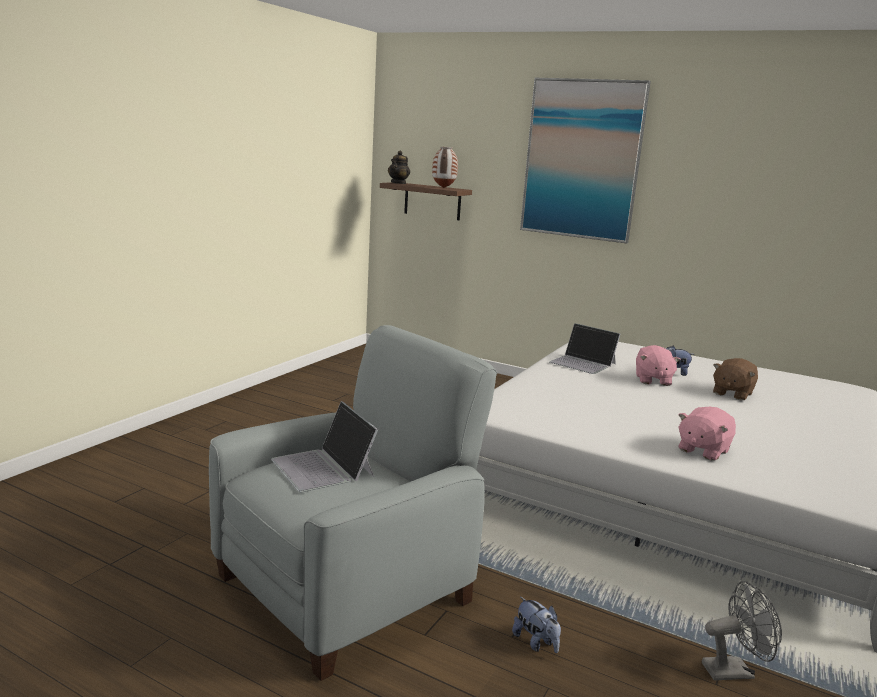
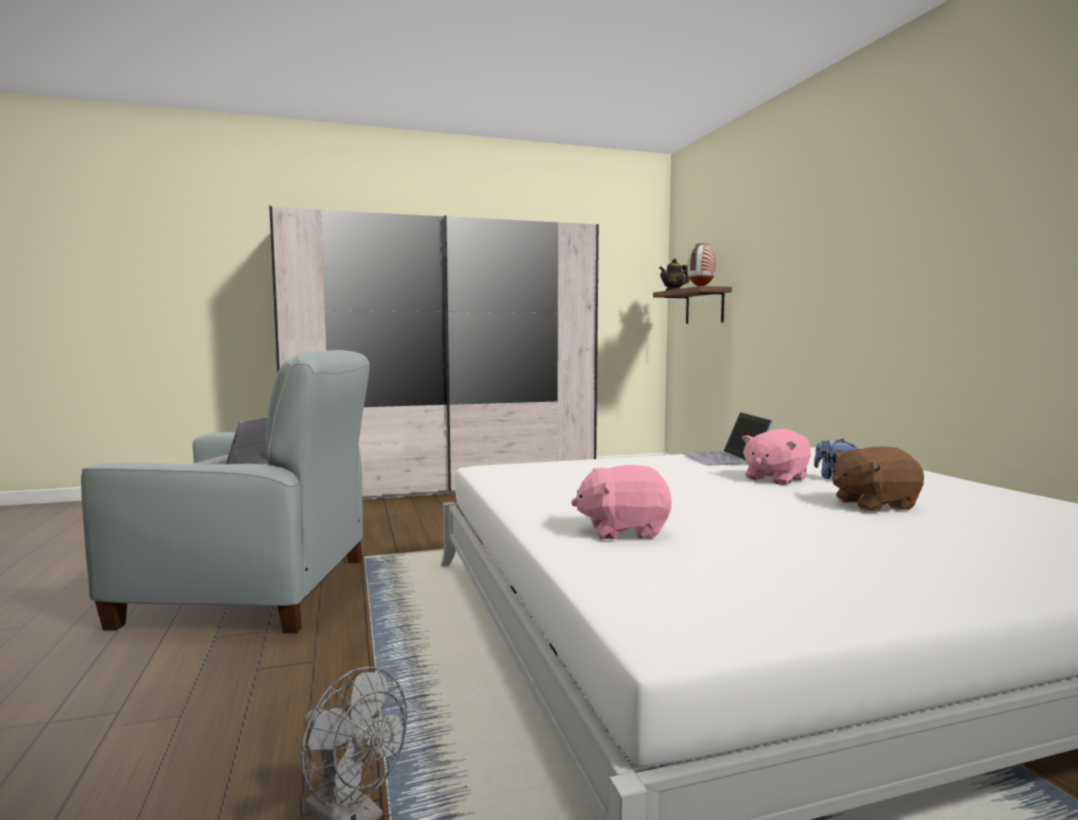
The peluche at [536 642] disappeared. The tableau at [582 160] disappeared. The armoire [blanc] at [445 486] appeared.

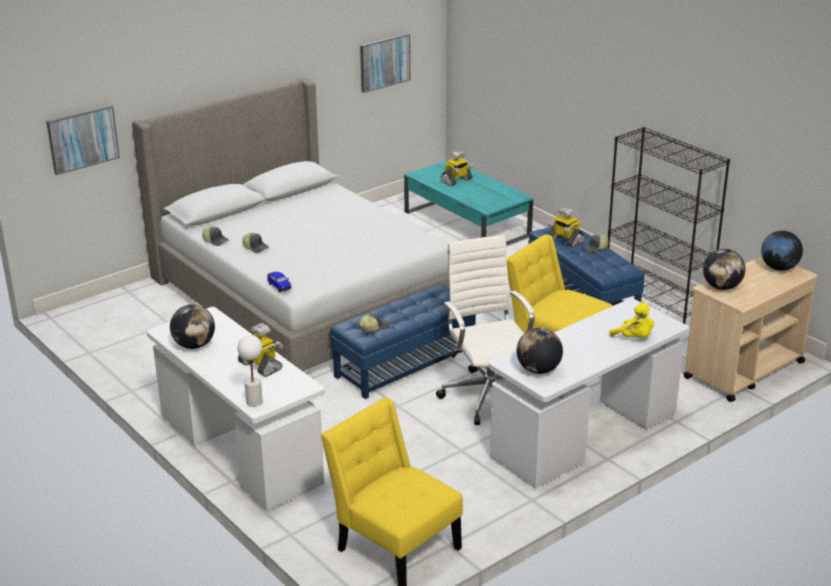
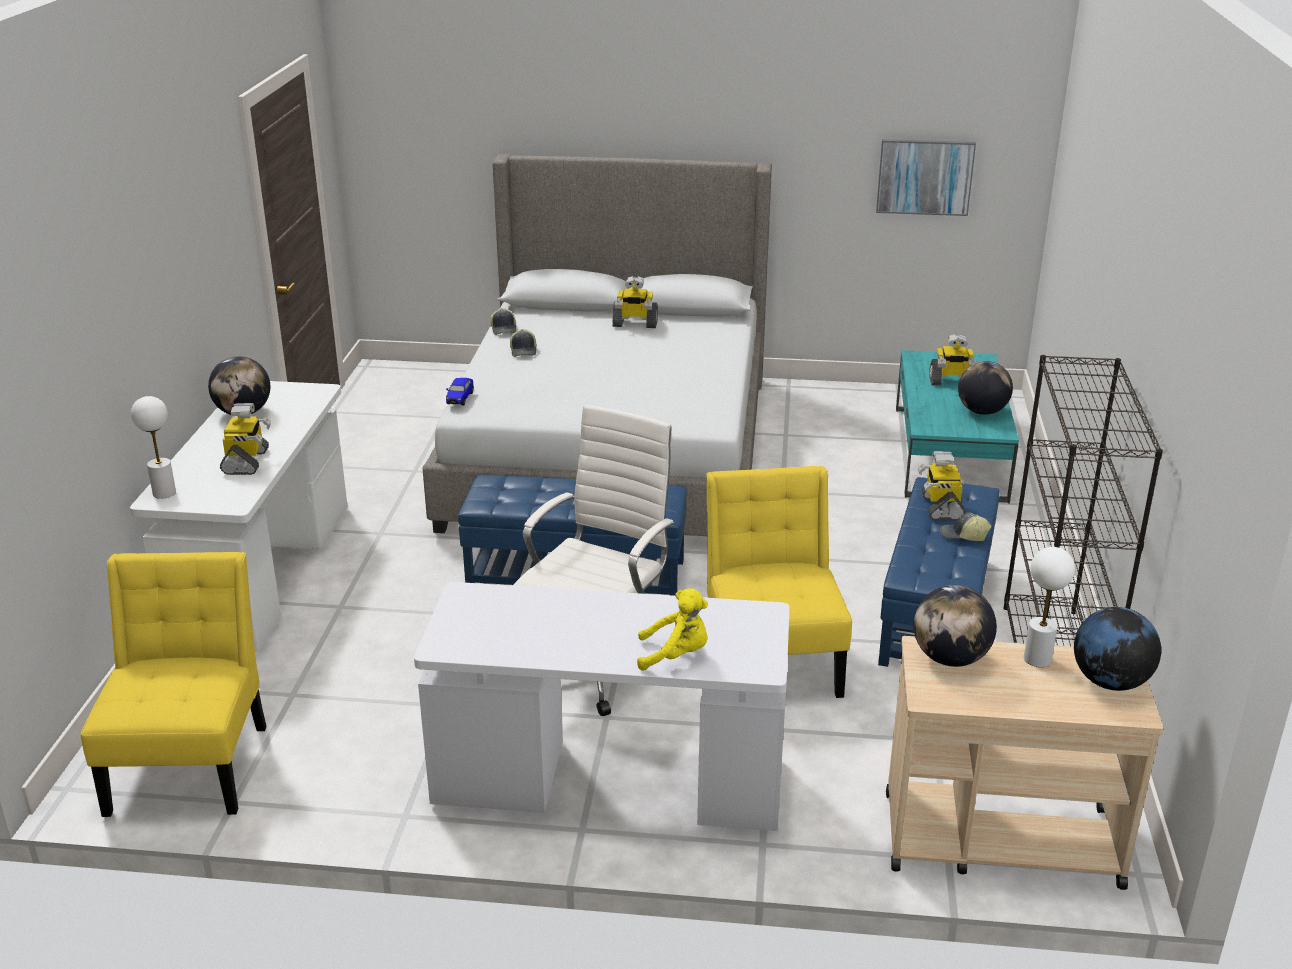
The tableau at [82 139] disappeared. The casquette at [373 327] disappeared. The robot jouet at [634 324] appeared. The lampe de table [blanc] at [1037 659] appeared. The globe moved from [538 370] to [982 411]. The peluche [jaune] at [634 338] turned 90 degrees counterclockwise.

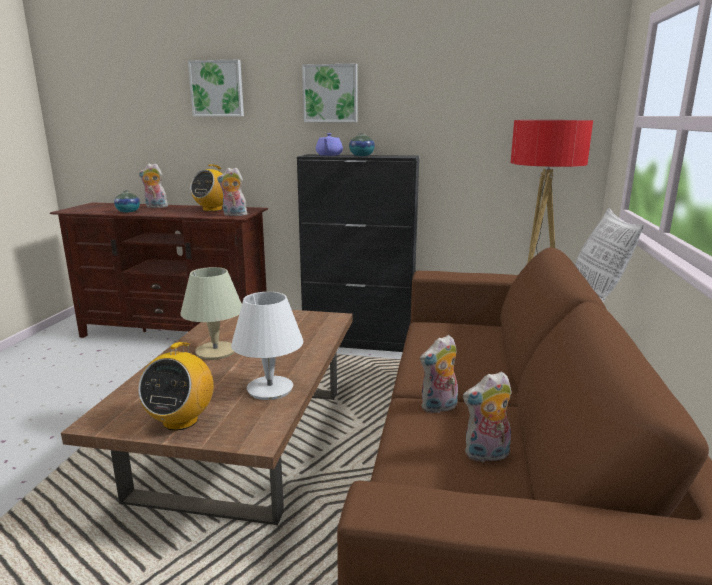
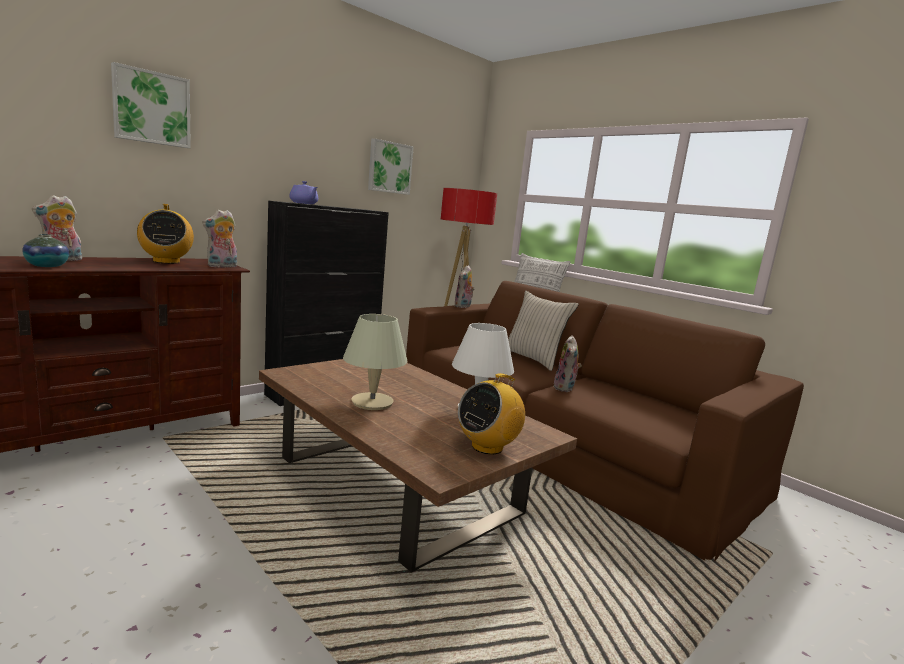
The vase at [361 155] disappeared. The coussin [beige] at [533 359] appeared. The tableau moved from [330 93] to [389 167]. The peluche moved from [486 455] to [463 306]. The radio at [180 420] turned 90 degrees clockwise.

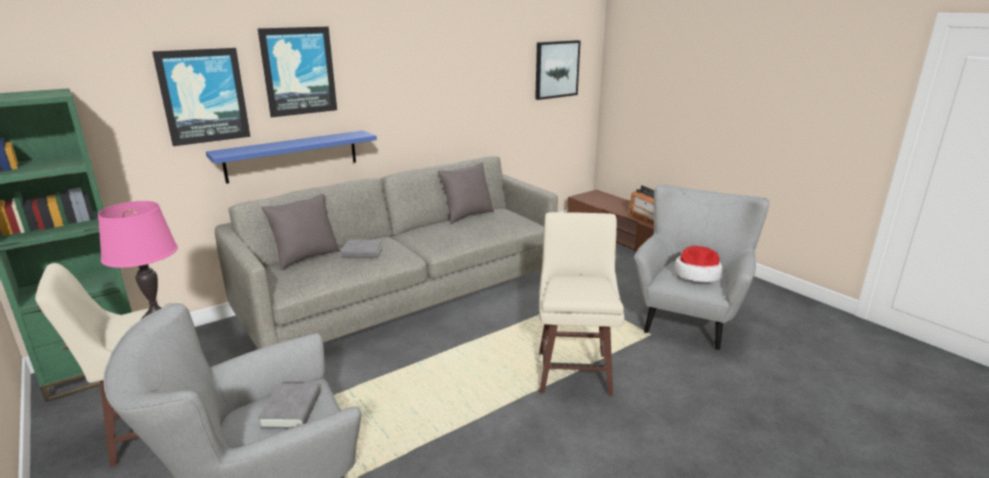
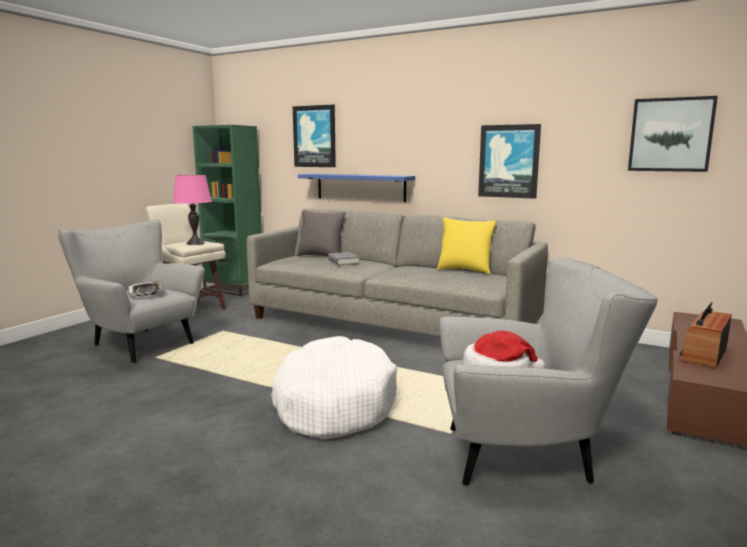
The tableau moved from [298 71] to [509 161]. The livre [gris] at [291 410] was replaced by the plateau at [146 292]. The tabouret [beige] at [574 371] was replaced by the panier pour chien [blanc] at [333 403]. The coussin [gris] at [467 216] became the coussin [jaune] at [465 270].

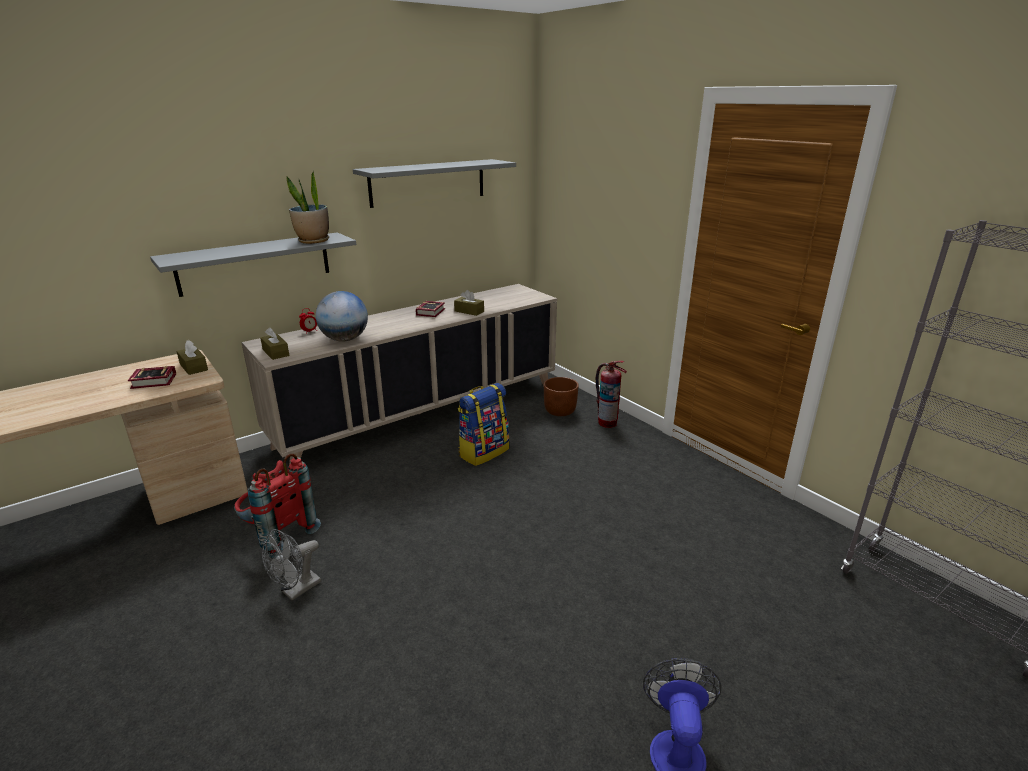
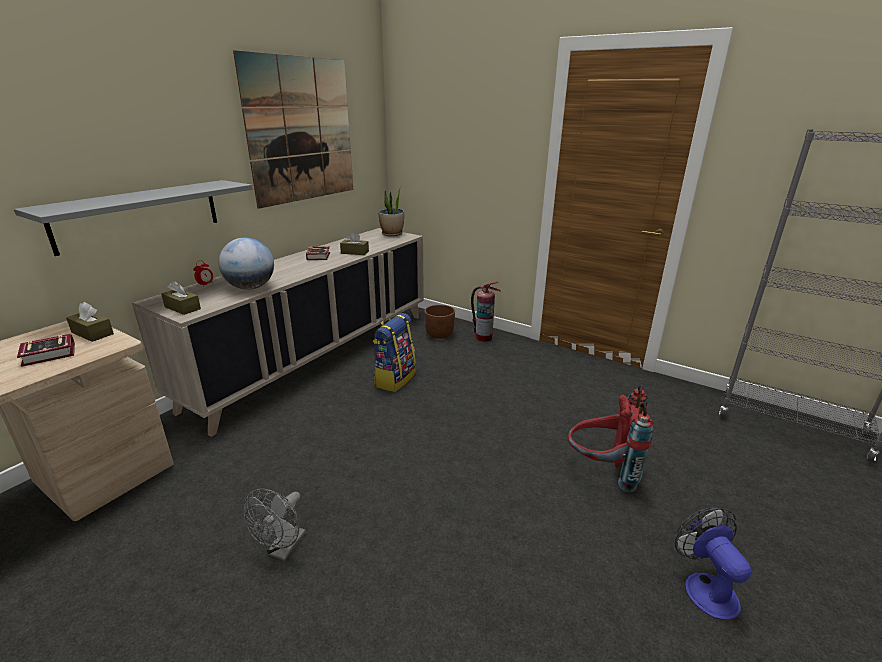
The sac à dos [rouge] moved from [277 535] to [602 471]. The plante en pot moved from [313 241] to [392 234]. The étagère [gris] at [428 182] was replaced by the tableau at [301 131].

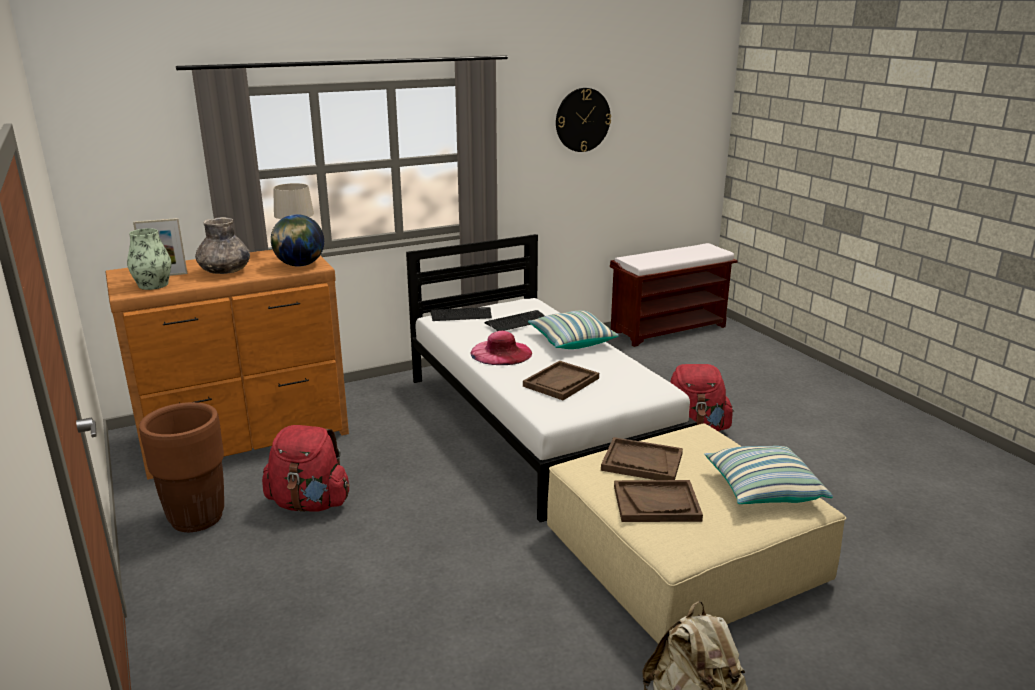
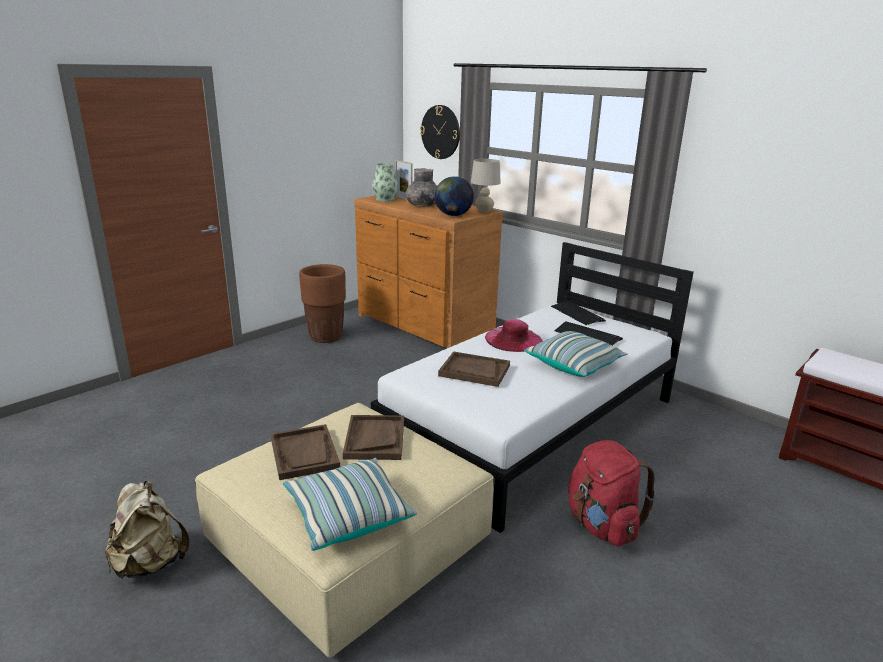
The sac à dos [rouge] at [310 503] disappeared. The horloge murale moved from [582 120] to [440 132].

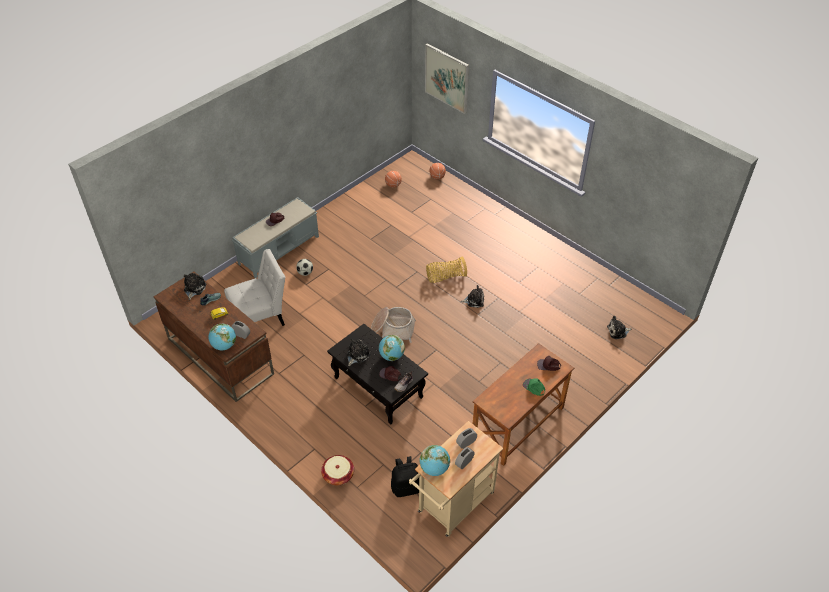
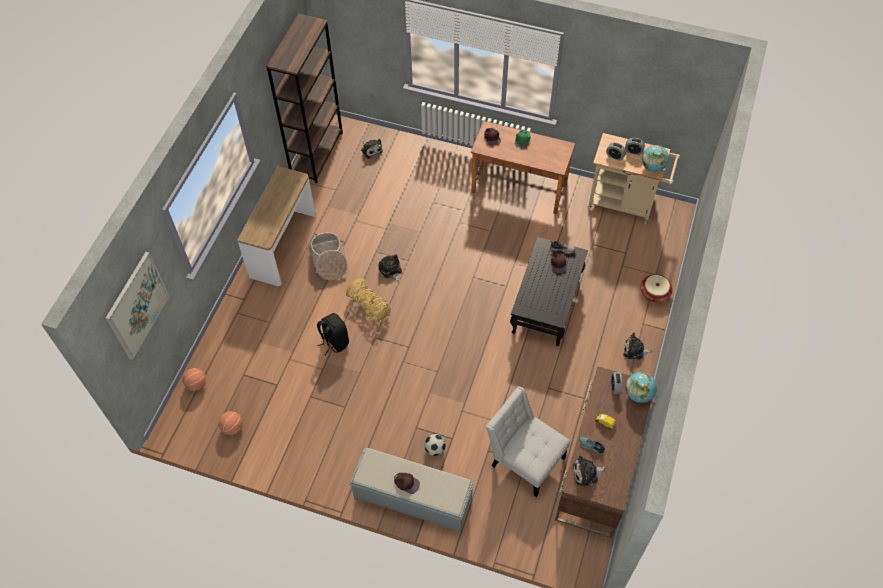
The globe at [391 356] disappeared. The table console at [283 245] appeared. The bibliothèque [marron] at [317 154] appeared. The peluche moved from [357 355] to [635 350]. The panier moved from [393 329] to [329 261]. The sac à dos [noir] moved from [406 487] to [334 341].

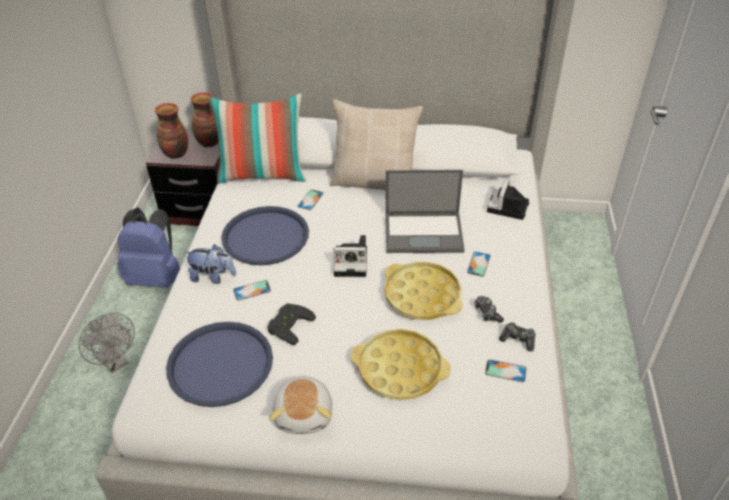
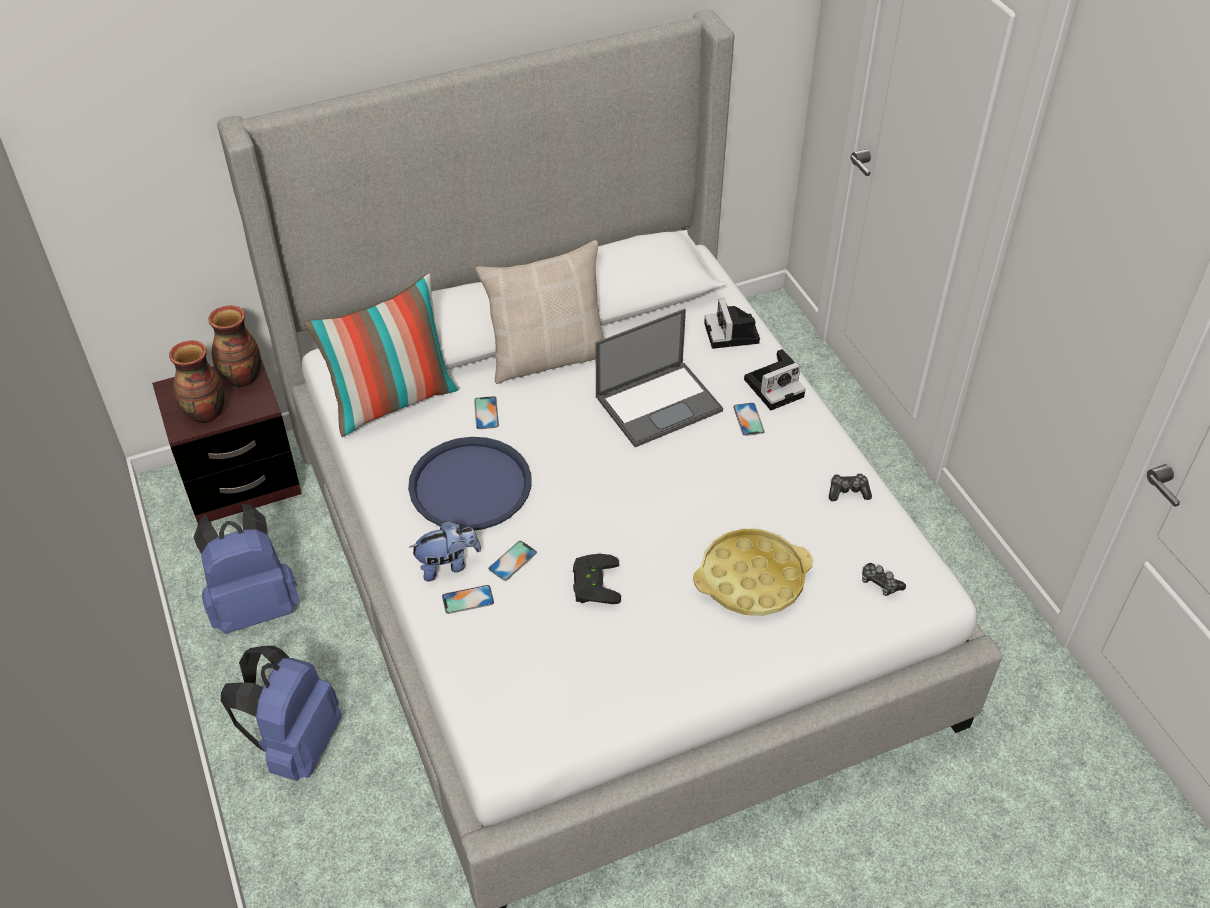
The plateau [bleu] at [220 364] disappeared. The peluche at [305 414] disappeared. The plateau [jaune] at [422 295] disappeared. The appareil photo moved from [352 262] to [775 387]. The manette moved from [487 313] to [880 583]. The téléphone moved from [505 371] to [468 599]. The ventilateur [gris] at [116 362] was replaced by the sac à dos [bleu] at [296 744].

